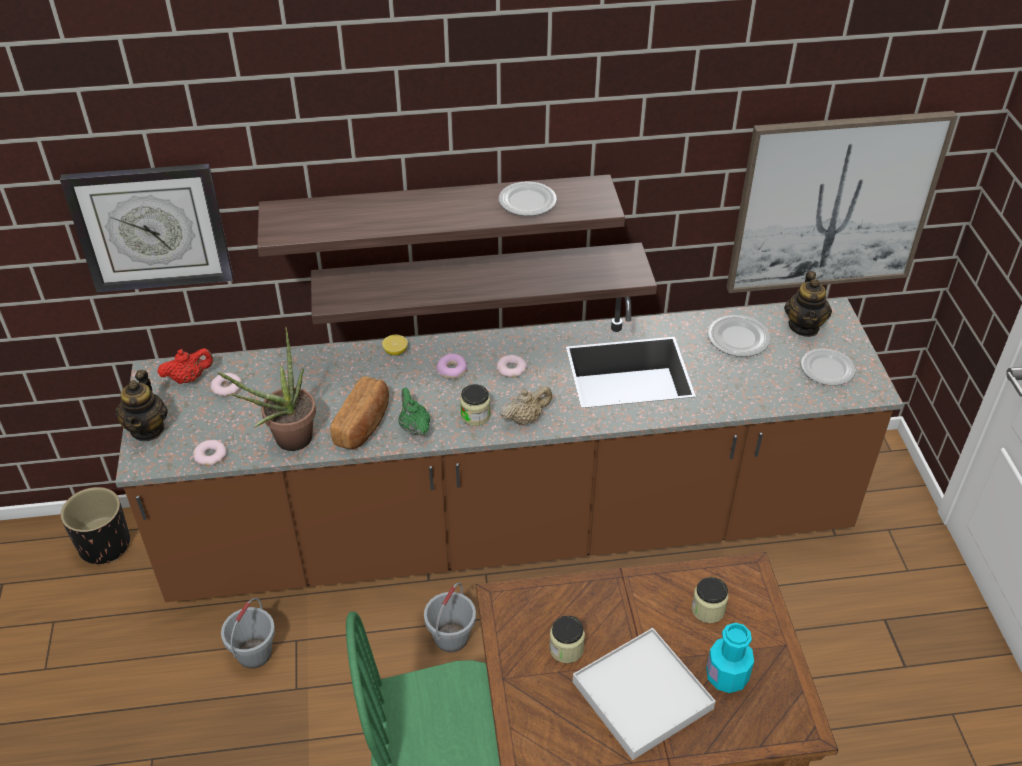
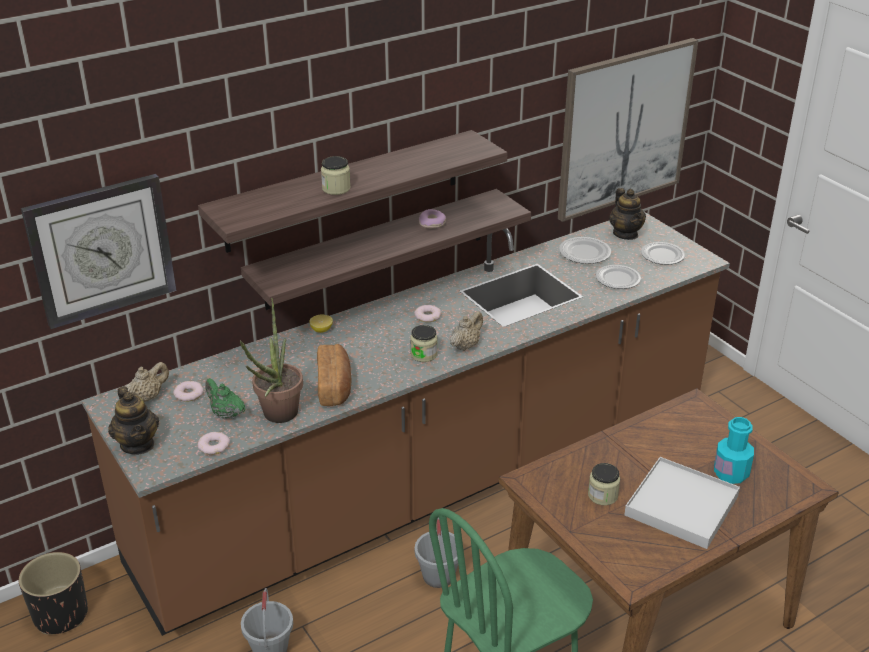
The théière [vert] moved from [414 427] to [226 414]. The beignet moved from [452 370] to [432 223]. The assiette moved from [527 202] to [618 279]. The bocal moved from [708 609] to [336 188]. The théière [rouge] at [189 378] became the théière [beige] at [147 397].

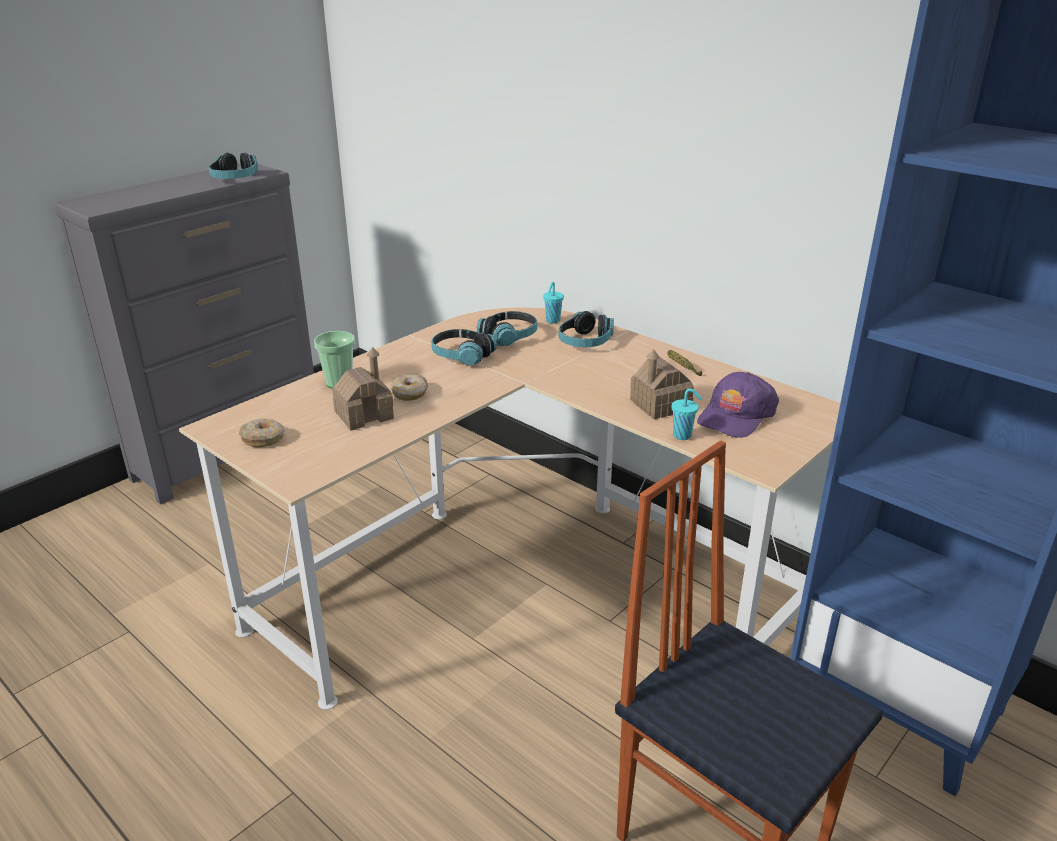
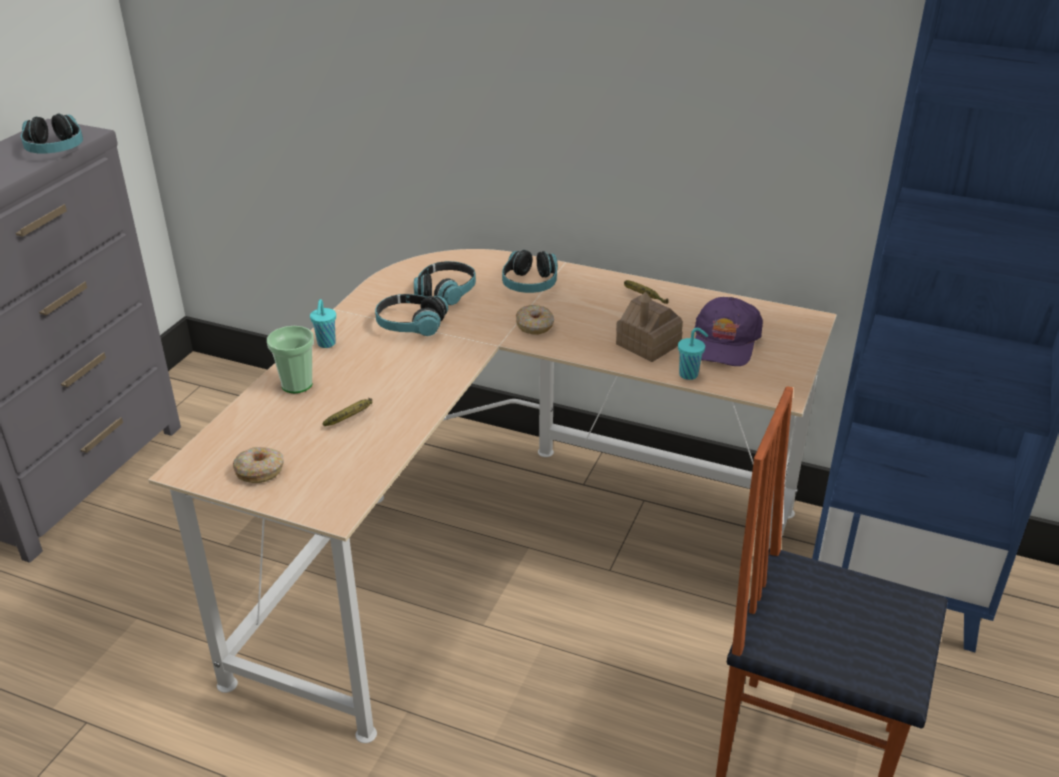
The beignet moved from [410 393] to [535 326]. The tasse [turquoise] moved from [552 321] to [326 344]. The maison miniature at [364 415] was replaced by the banane at [352 418].

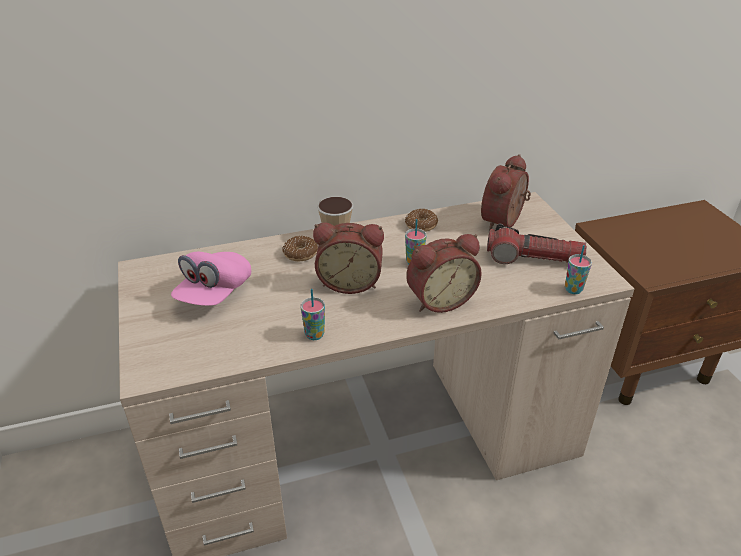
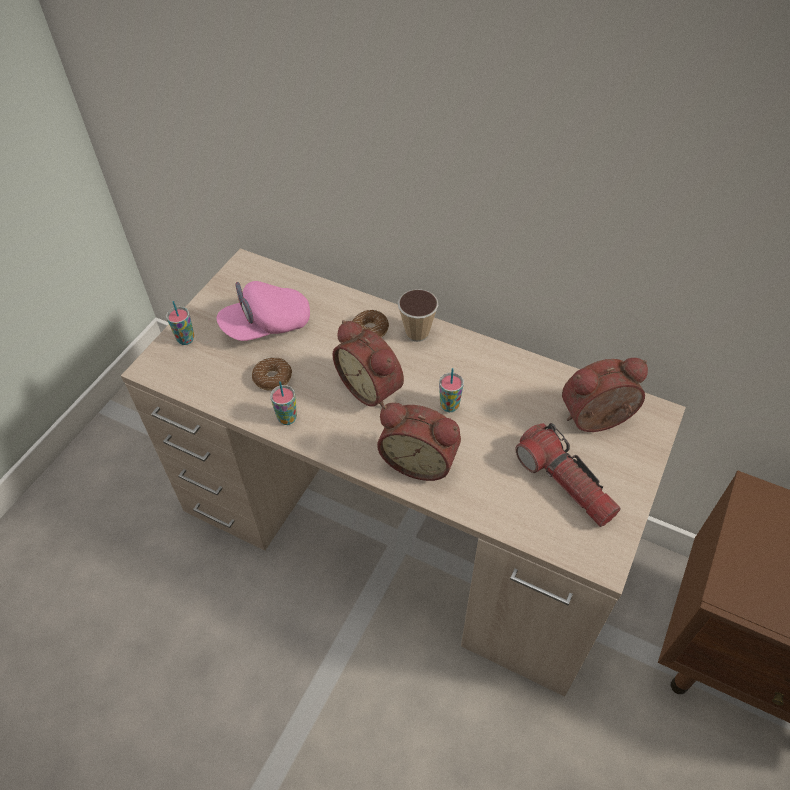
The beignet moved from [421 225] to [273 378]. The tasse moved from [573 289] to [186 339].

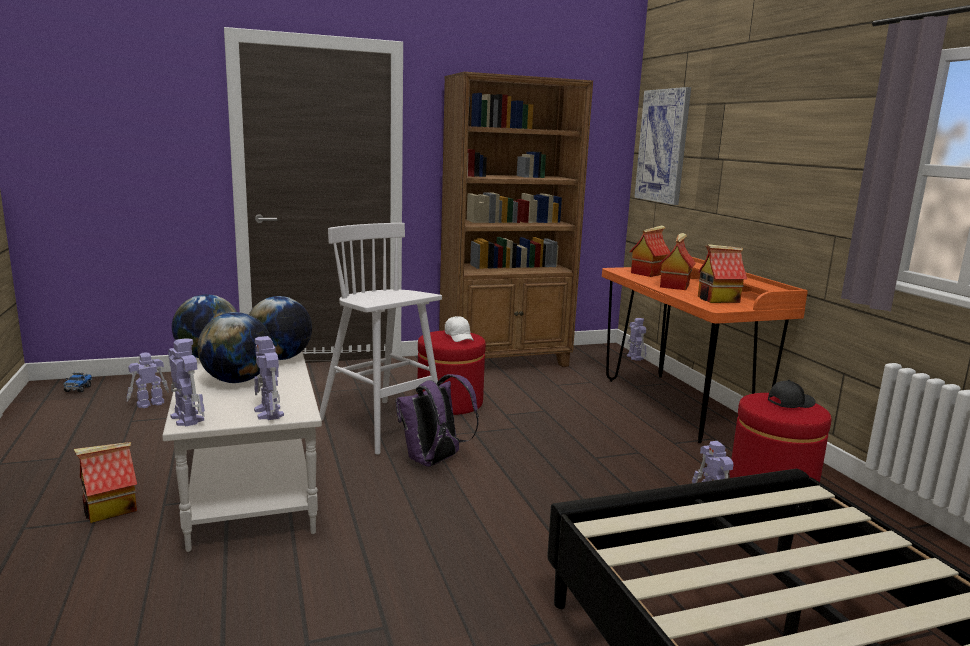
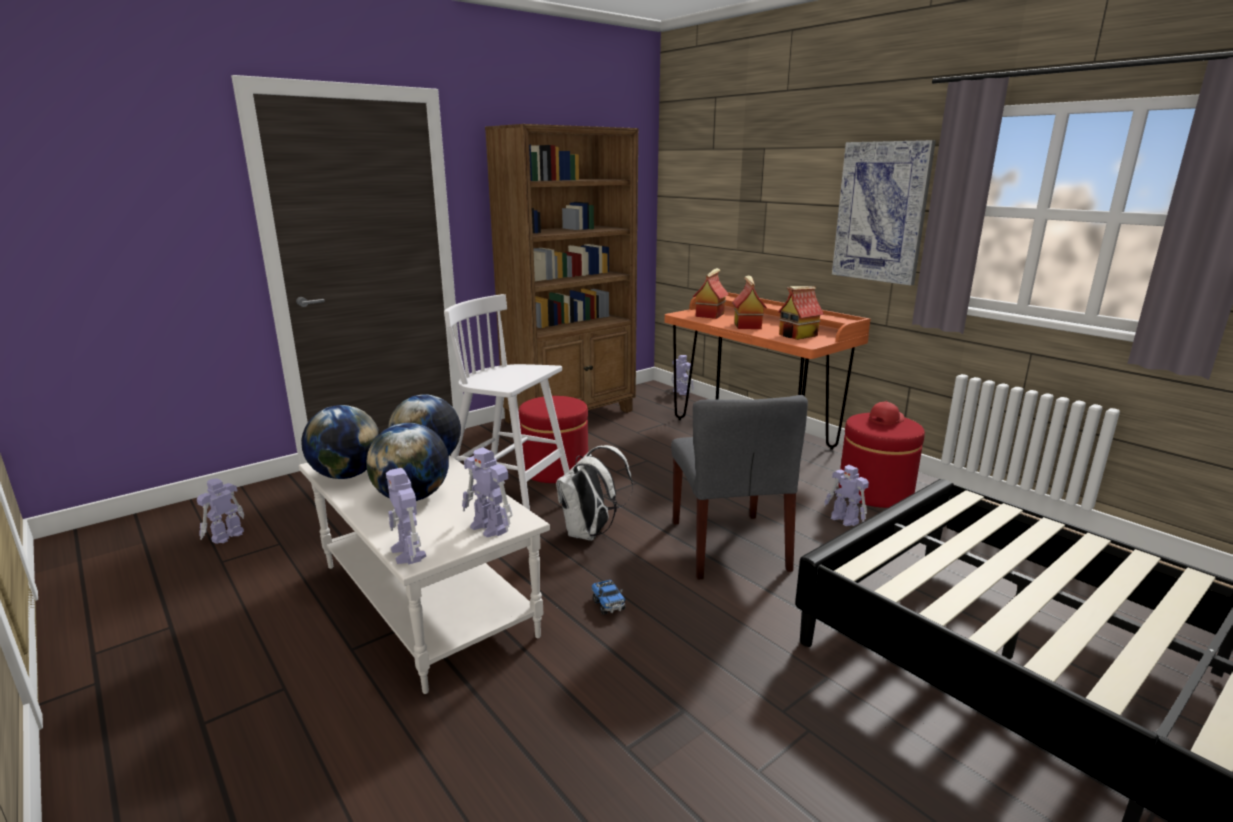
The maison miniature at [109 510] disappeared. The casquette [blanc] at [459 337] disappeared. The chaise [gris] at [729 545] appeared. The camion jouet moved from [78 389] to [608 605]. The tableau moved from [663 146] to [881 212]. The sac à dos [violet] at [434 461] became the sac à dos [blanc] at [590 533]. The casquette [noir] at [789 402] became the casquette [rouge] at [885 420]. The robot jouet at [187 418] turned 150 degrees counterclockwise.

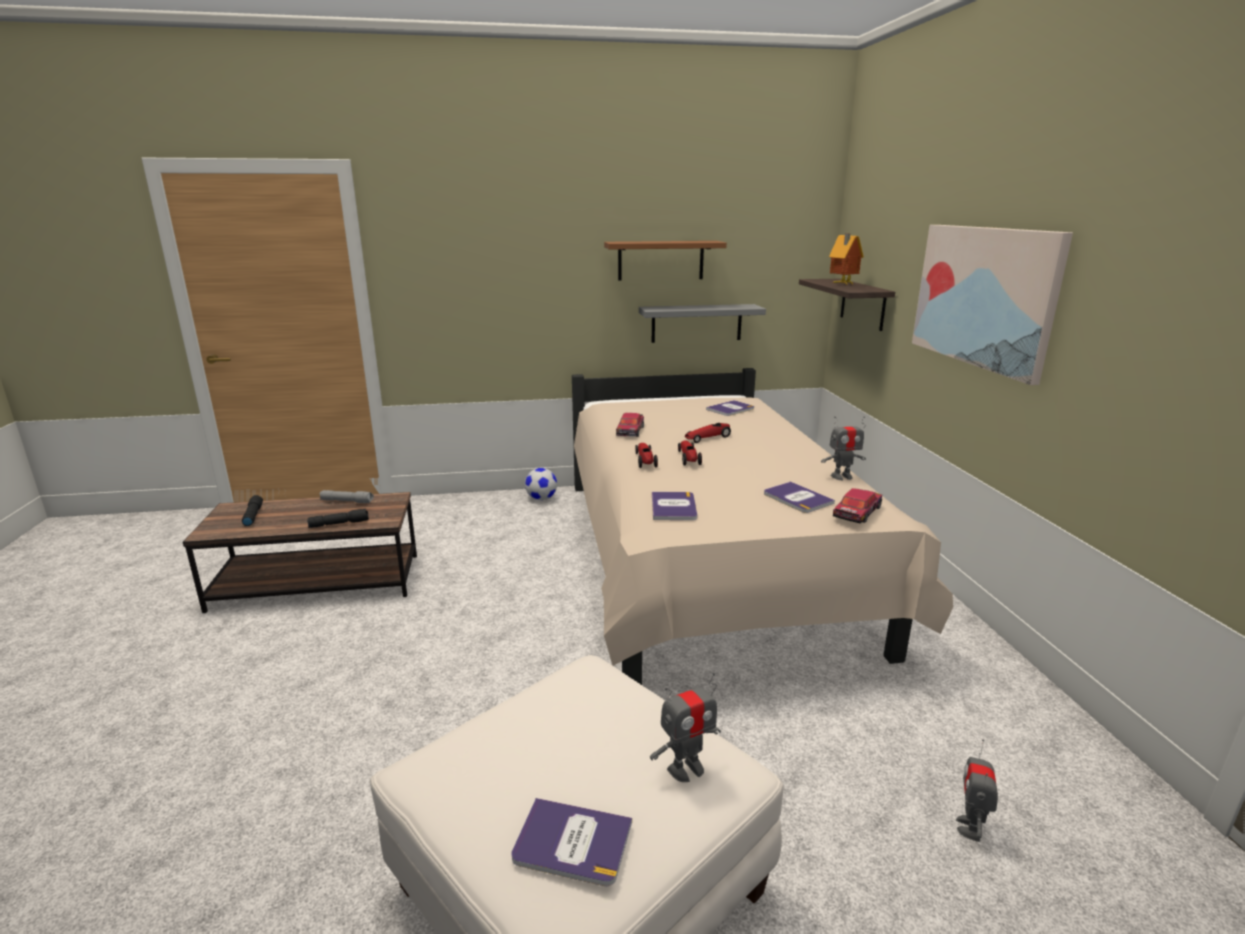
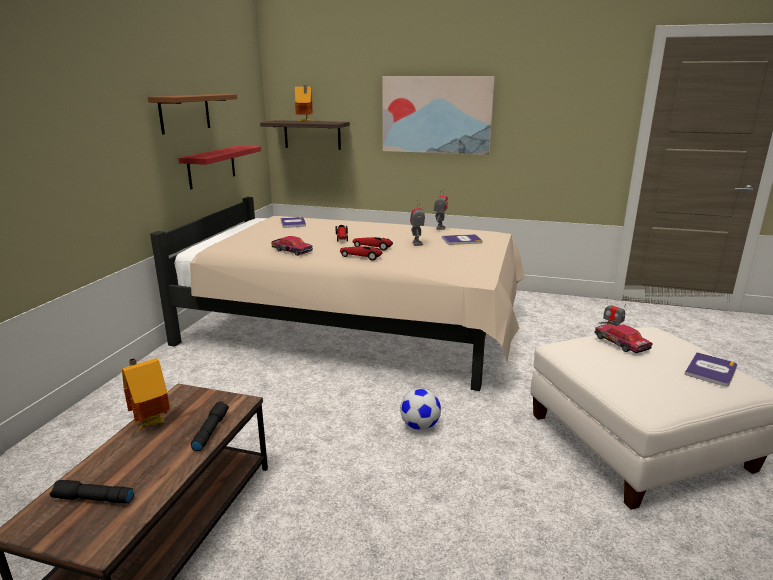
The livre at [673 507] disappeared. The ballon de foot moved from [541 498] to [419 426]. The robot jouet moved from [686 769] to [416 244]. The petite voiture moved from [856 513] to [621 344]. The lampe de poche [gris] at [347 501] was replaced by the maison miniature at [150 422]. The étagère [gris] at [696 323] became the étagère [rouge] at [211 166].

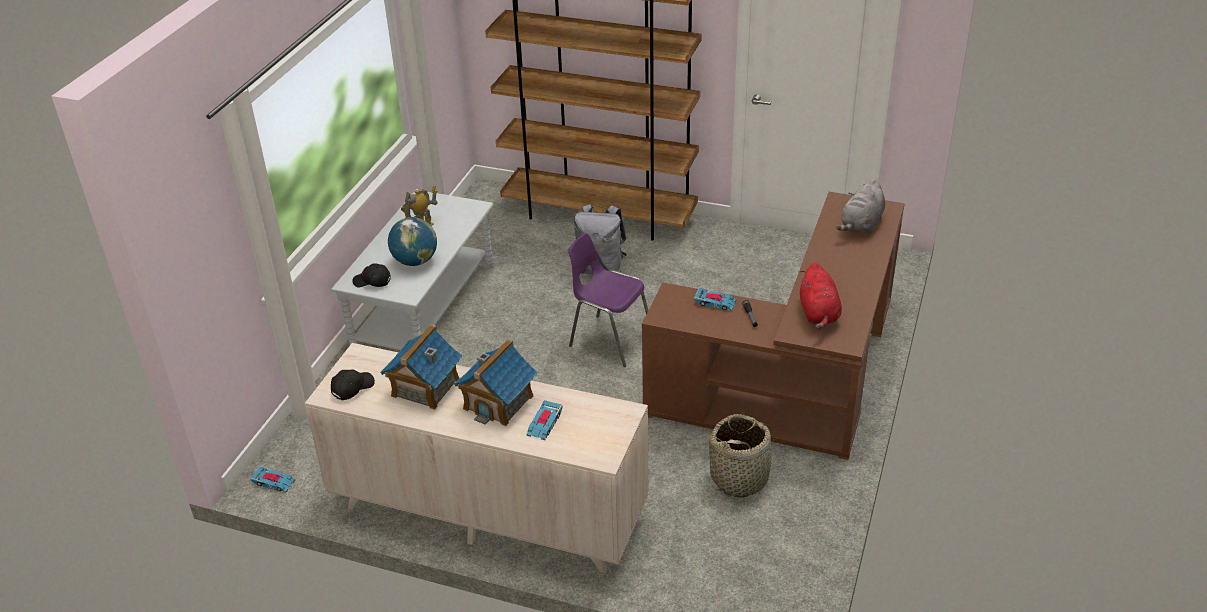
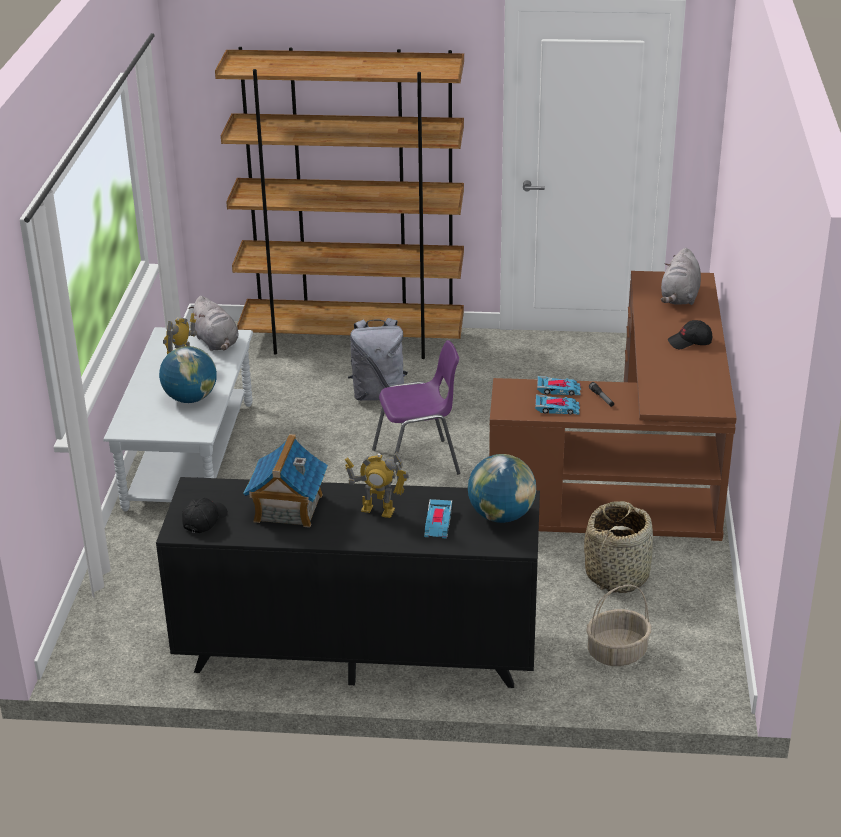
The peluche [rouge] at [819 314] disappeared. The peluche [gris] at [217 343] appeared. The globe at [501 516] appeared. The panier at [616 653] appeared. The petite voiture moved from [273 482] to [557 408]. The casquette [noir] moved from [372 282] to [690 342]. The maison miniature at [499 402] was replaced by the robot jouet at [378 510]. The commode [beige] at [487 511] became the commode [noir] at [356 650]. The chaise [violet] at [609 339] turned 150 degrees clockwise.

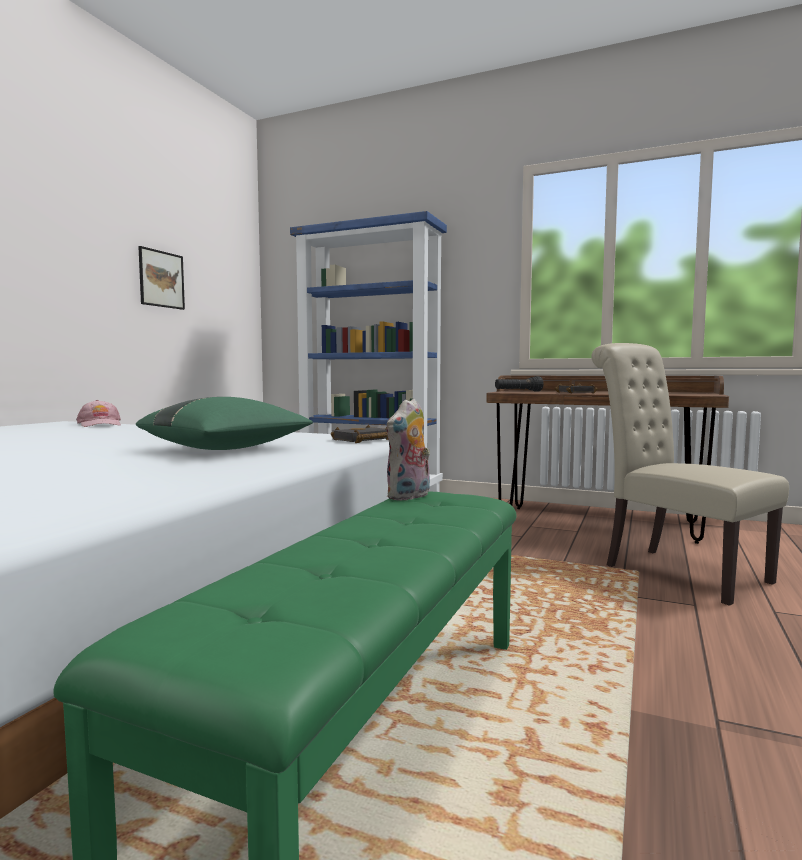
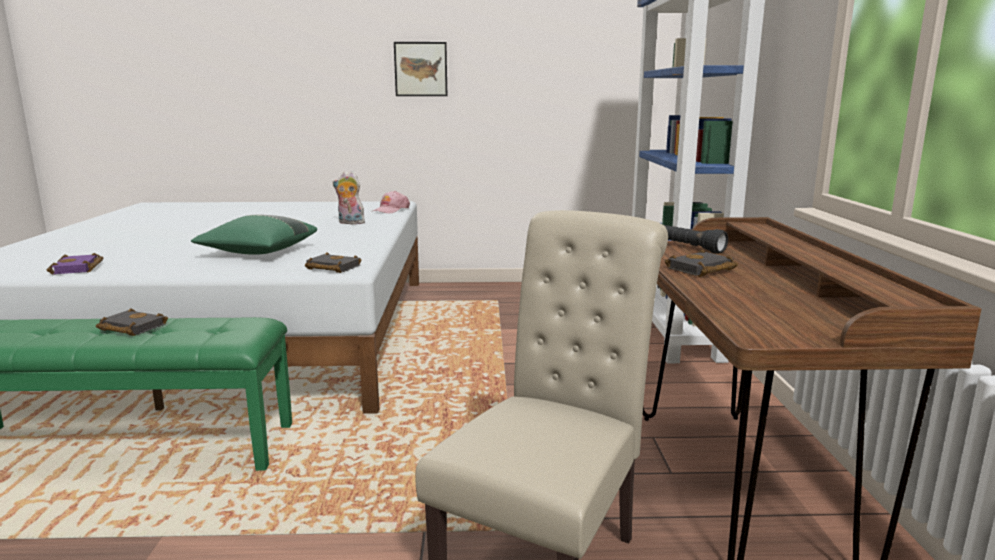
The livre [violet] at [78 269] appeared. The livre [noir] at [130 328] appeared. The tableau moved from [161 279] to [421 69]. The peluche moved from [409 497] to [350 223].

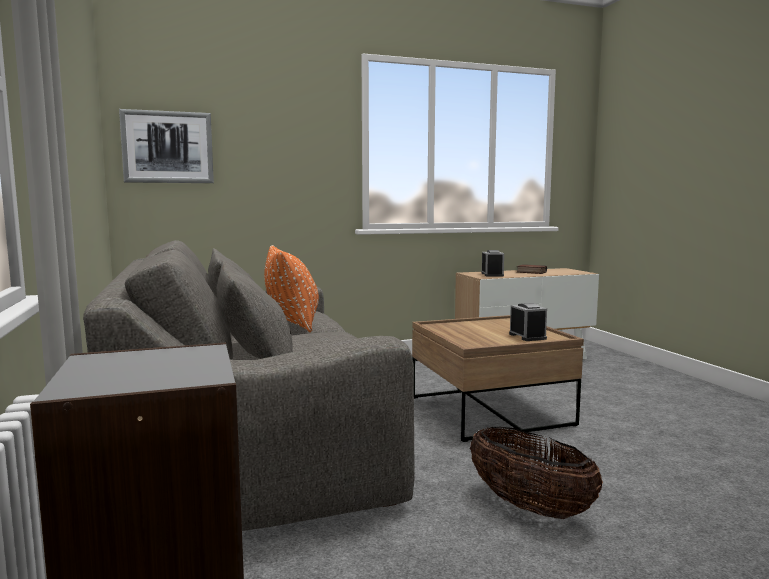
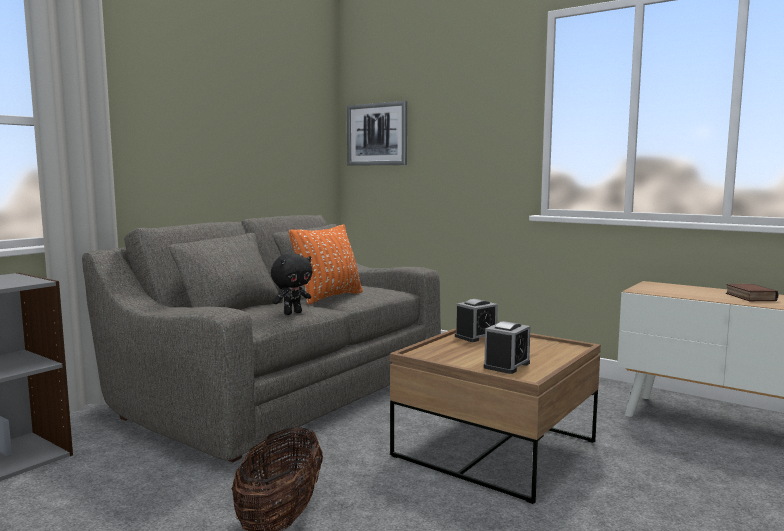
The peluche [noir] at [292 313] appeared. The réveil moved from [492 274] to [476 336].

